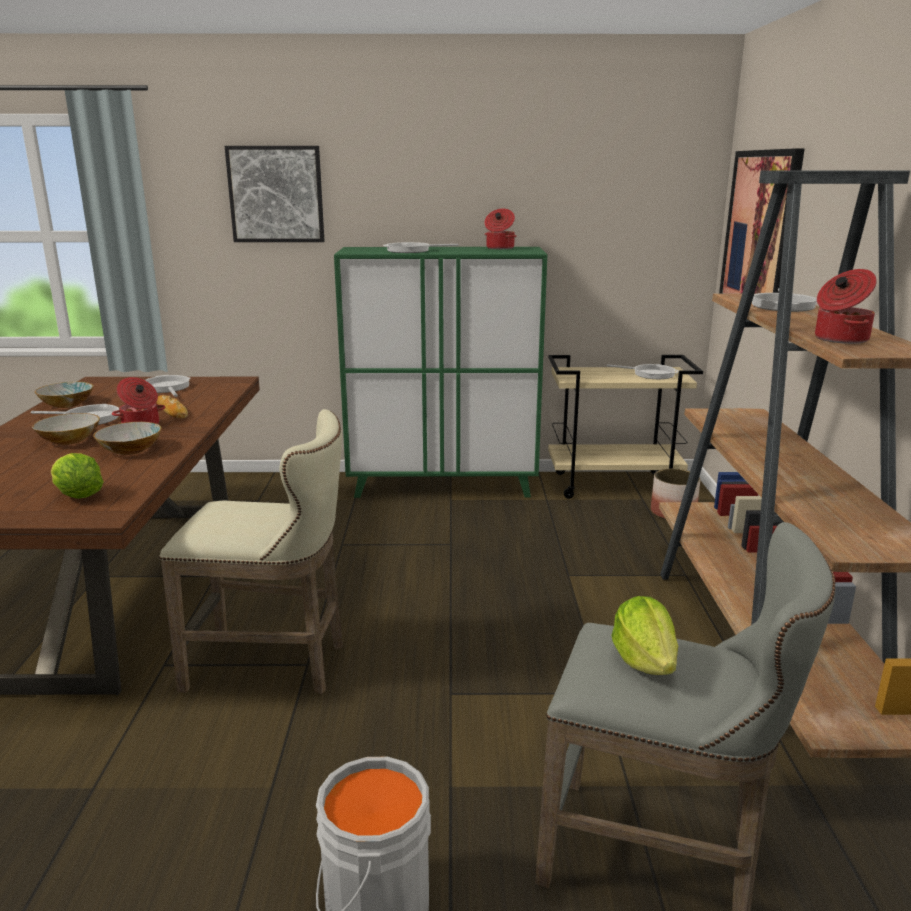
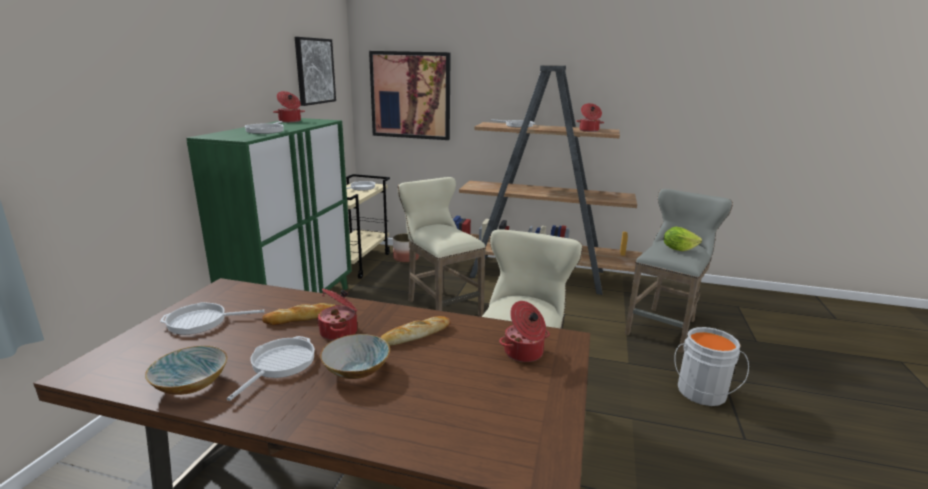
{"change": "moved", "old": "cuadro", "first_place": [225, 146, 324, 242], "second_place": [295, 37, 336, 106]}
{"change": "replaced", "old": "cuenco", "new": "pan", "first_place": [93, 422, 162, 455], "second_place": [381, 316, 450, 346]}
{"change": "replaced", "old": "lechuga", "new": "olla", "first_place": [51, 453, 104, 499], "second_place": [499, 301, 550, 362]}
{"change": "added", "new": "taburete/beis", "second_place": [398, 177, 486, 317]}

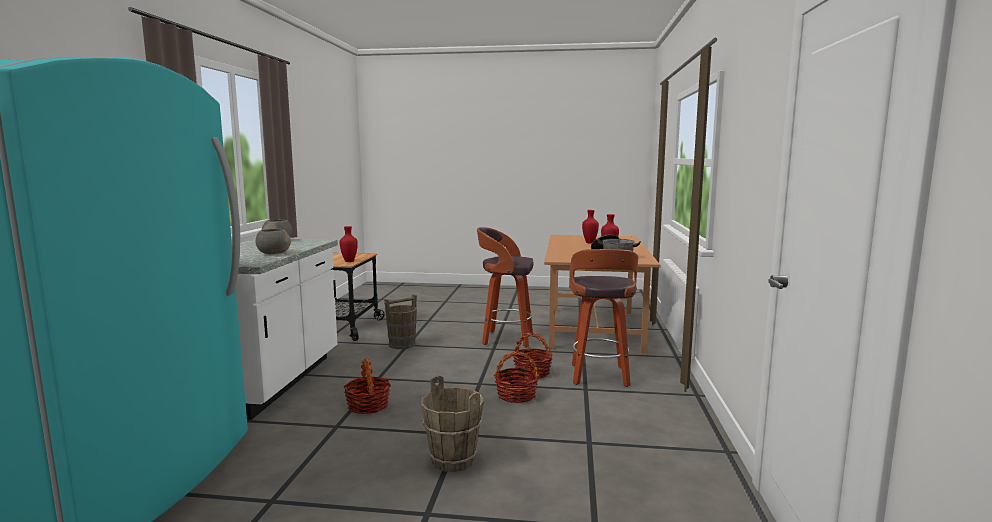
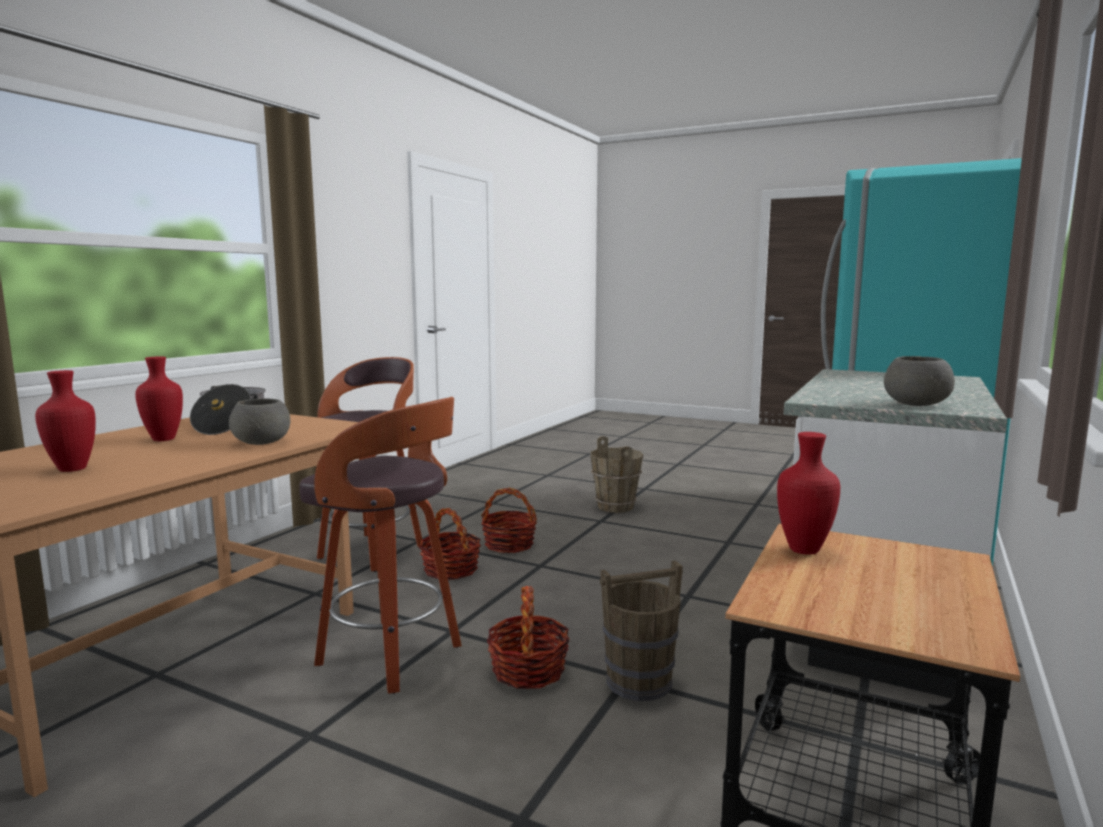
{"change": "moved", "old": "cuenco/gris", "first_place": [255, 229, 291, 254], "second_place": [229, 399, 290, 445]}
{"change": "moved", "old": "cesta", "first_place": [344, 359, 391, 414], "second_place": [487, 586, 570, 689]}

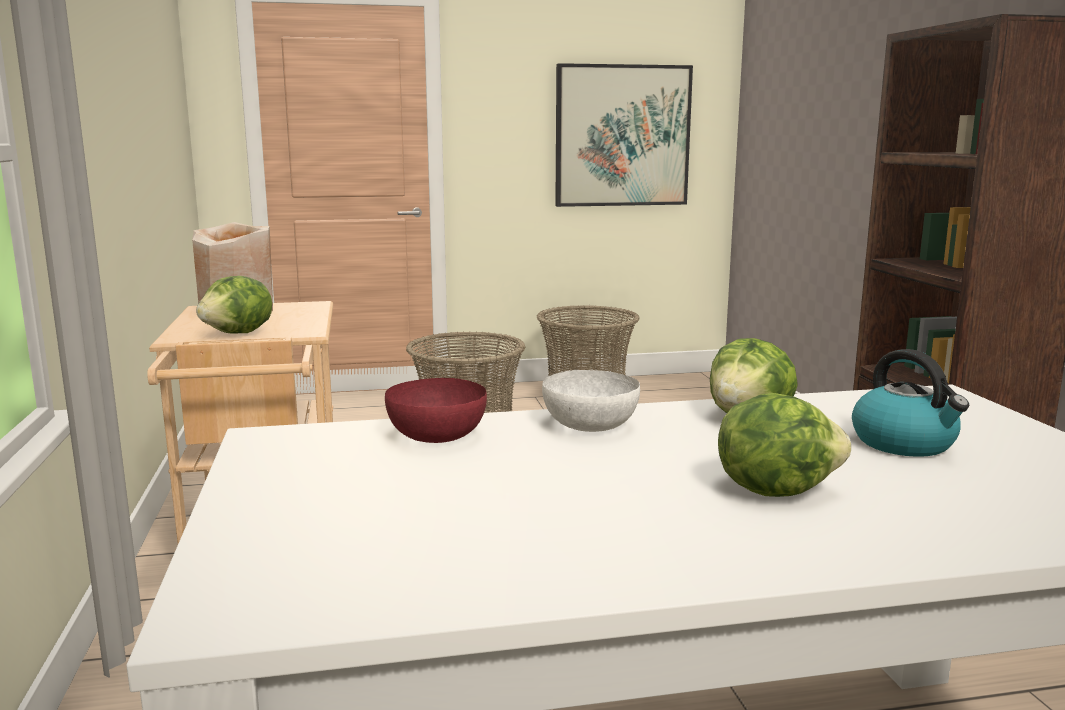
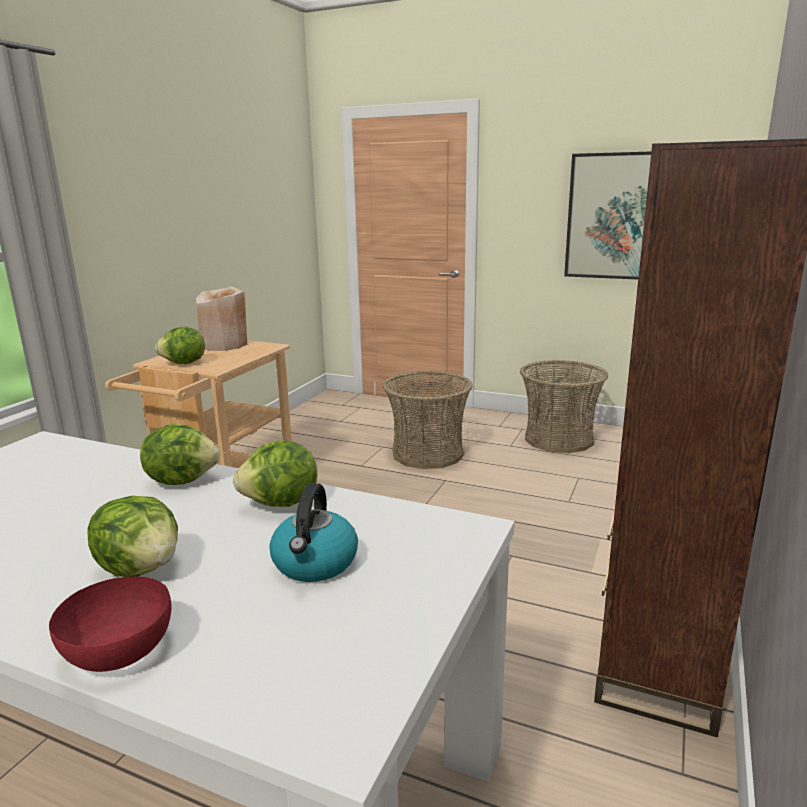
{"change": "replaced", "old": "cuenco/blanco", "new": "lechuga", "first_place": [542, 370, 640, 432], "second_place": [140, 424, 220, 485]}
{"change": "moved", "old": "cuenco/rojo", "first_place": [385, 378, 487, 443], "second_place": [49, 577, 172, 672]}

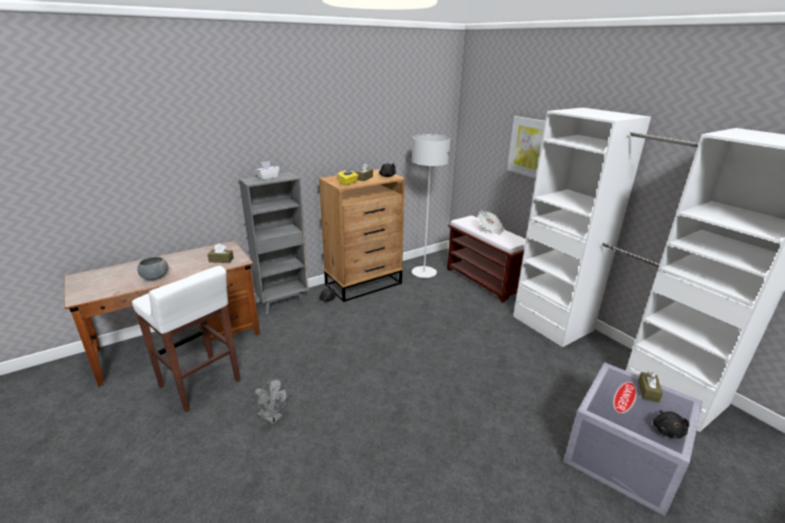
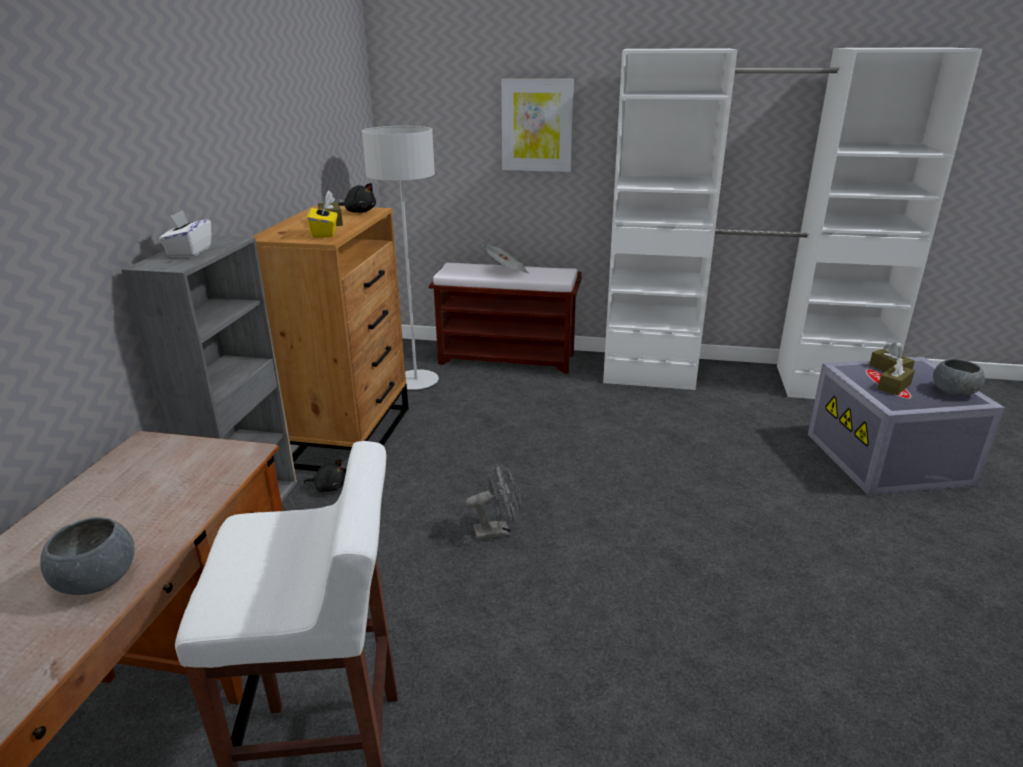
{"change": "moved", "old": "caja de pañuelos/marrón", "first_place": [207, 244, 234, 263], "second_place": [878, 358, 915, 395]}
{"change": "moved", "old": "ventilador/gris", "first_place": [255, 378, 288, 424], "second_place": [466, 464, 521, 540]}
{"change": "replaced", "old": "peluche/negro", "new": "cuenco/gris", "first_place": [653, 410, 689, 438], "second_place": [933, 359, 985, 396]}

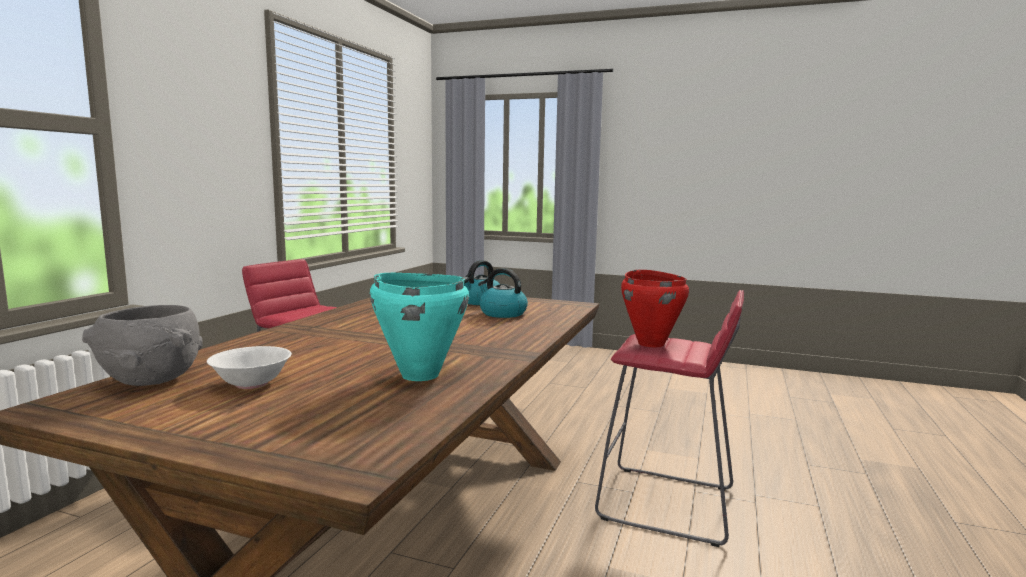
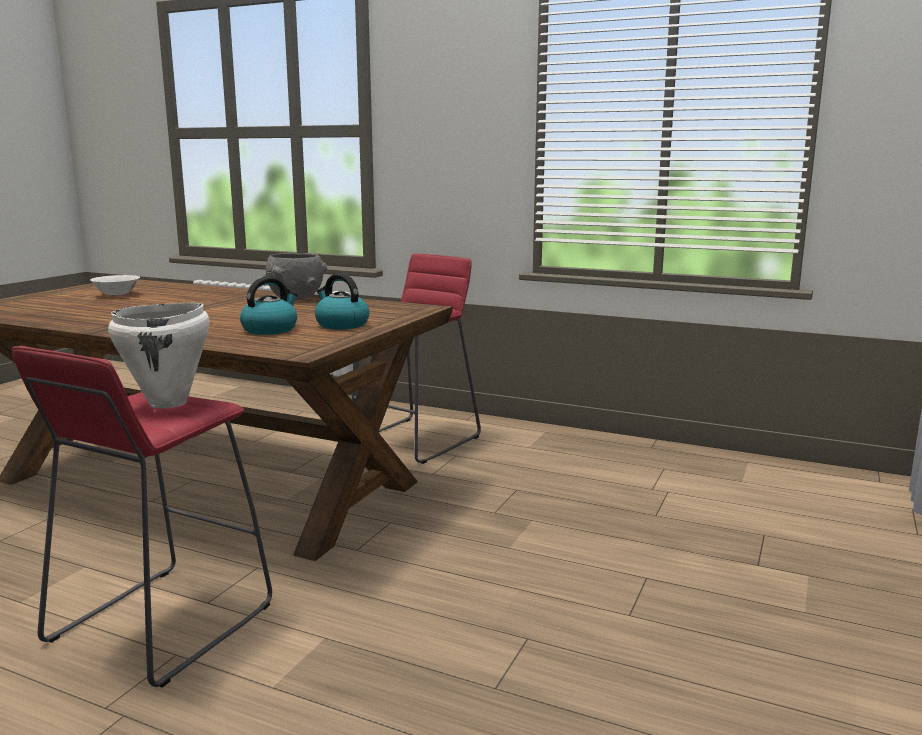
{"change": "recoloured", "old": "olla/rojo", "new": "olla/blanco", "first_place": [621, 269, 689, 347], "second_place": [108, 302, 209, 408]}
{"change": "removed", "old": "olla/turquesa", "first_place": [370, 273, 469, 381]}
{"change": "moved", "old": "cuenco/gris", "first_place": [82, 305, 203, 386], "second_place": [263, 253, 327, 300]}

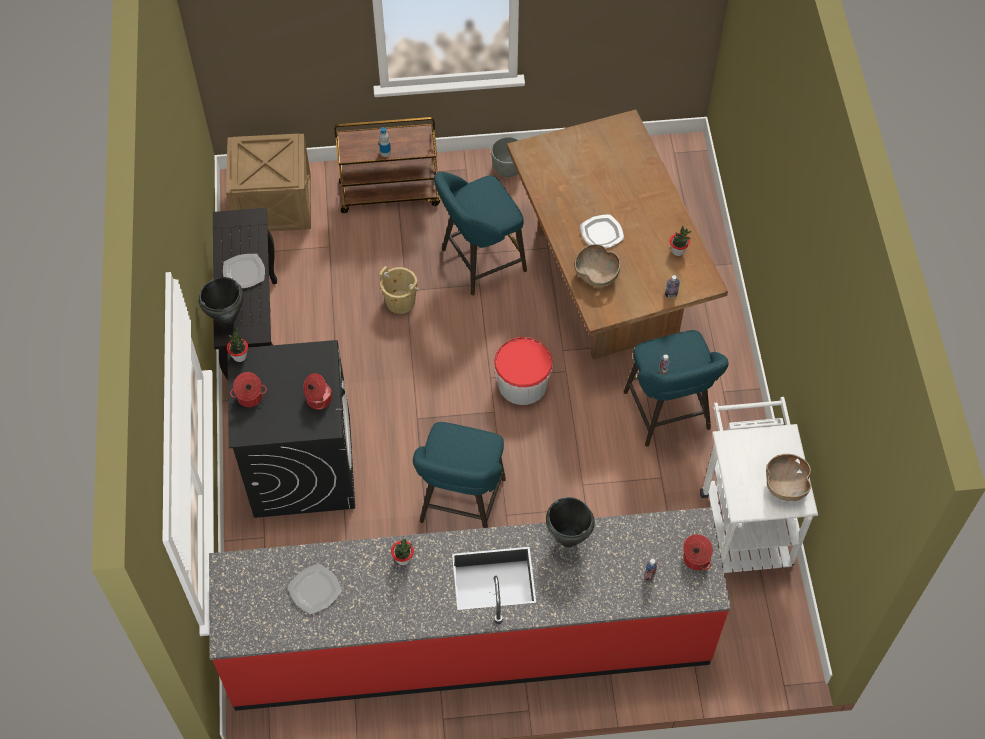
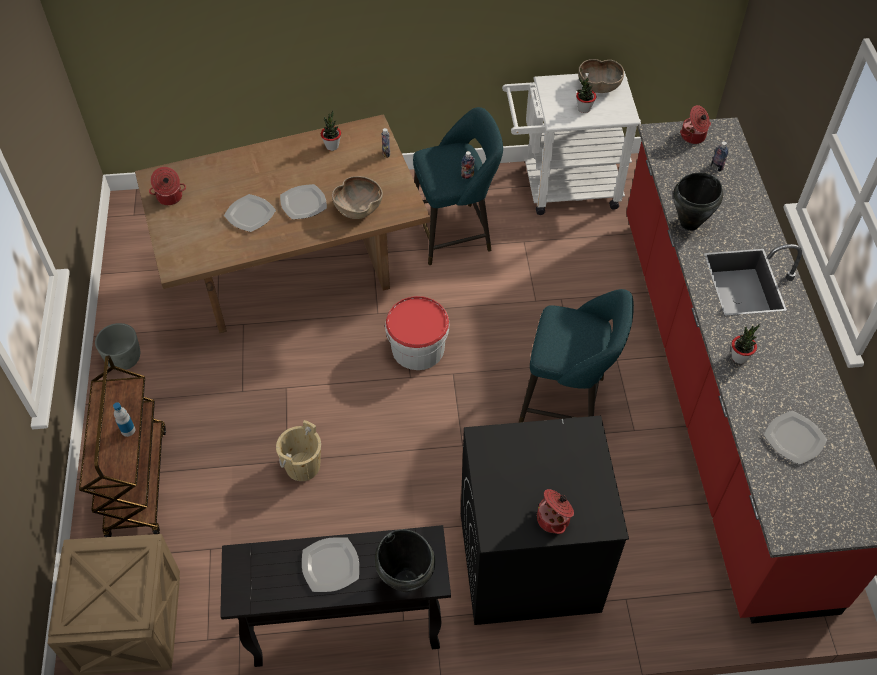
{"change": "removed", "old": "taburete/turquesa", "first_place": [434, 172, 527, 296]}
{"change": "moved", "old": "planta en maceta", "first_place": [227, 327, 248, 362], "second_place": [576, 77, 596, 113]}
{"change": "moved", "old": "olla", "first_place": [304, 373, 332, 410], "second_place": [149, 167, 186, 205]}
{"change": "added", "new": "plato", "second_place": [224, 194, 276, 232]}

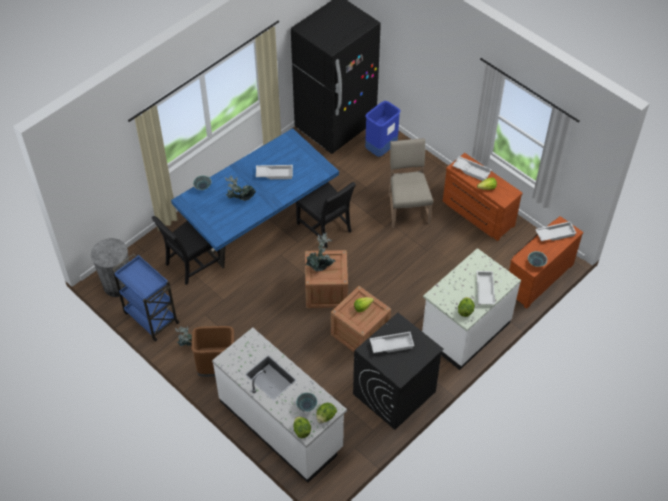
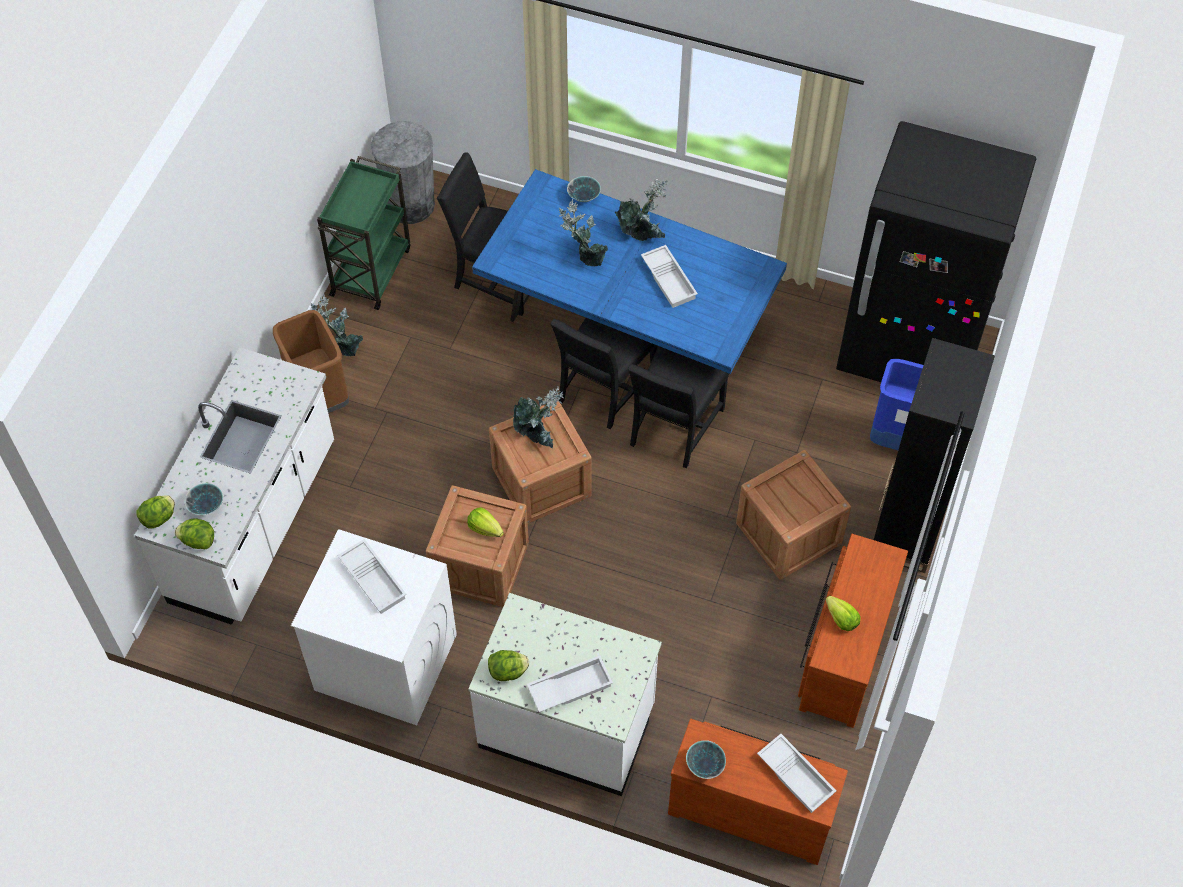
{"change": "replaced", "old": "silla/beis", "new": "caja de embalaje", "first_place": [389, 138, 433, 228], "second_place": [736, 450, 851, 580]}
{"change": "removed", "old": "bandeja/blanco", "first_place": [453, 156, 492, 181]}
{"change": "recoloured", "old": "carrito/azul", "new": "carrito/verde", "first_place": [112, 254, 180, 341], "second_place": [317, 156, 410, 310]}
{"change": "recoloured", "old": "lavadora/negro", "new": "lavadora/blanco", "first_place": [353, 313, 444, 430], "second_place": [291, 529, 457, 725]}
{"change": "added", "new": "planta en maceta", "second_place": [615, 177, 668, 241]}
{"change": "added", "new": "silla/negro", "second_place": [550, 318, 658, 429]}
{"change": "added", "new": "estantería/negro", "second_place": [874, 338, 995, 573]}

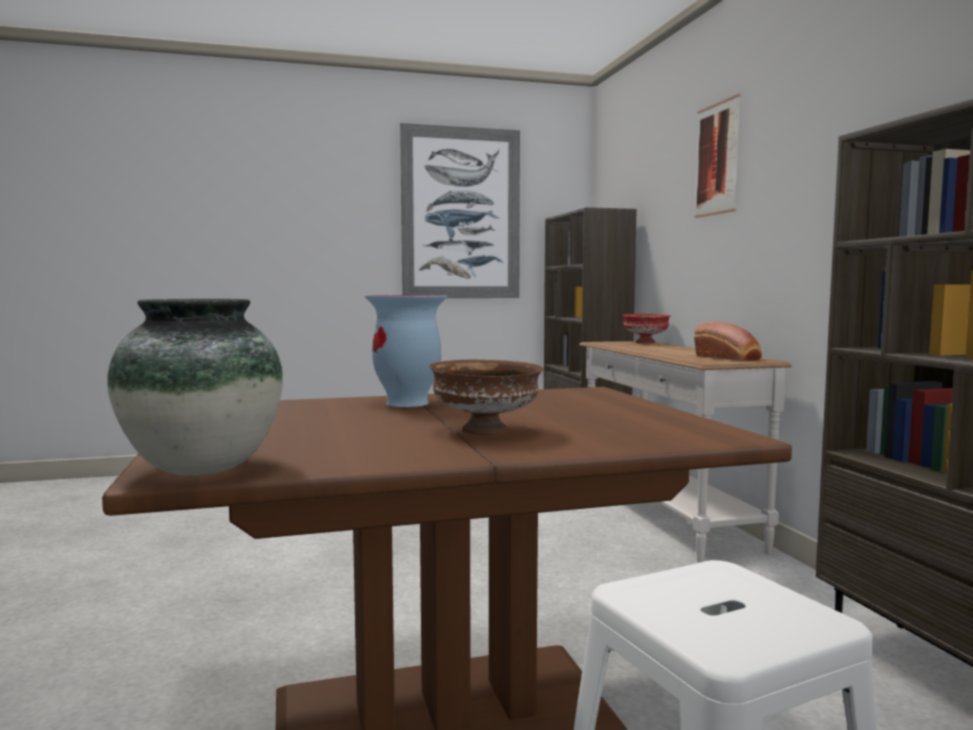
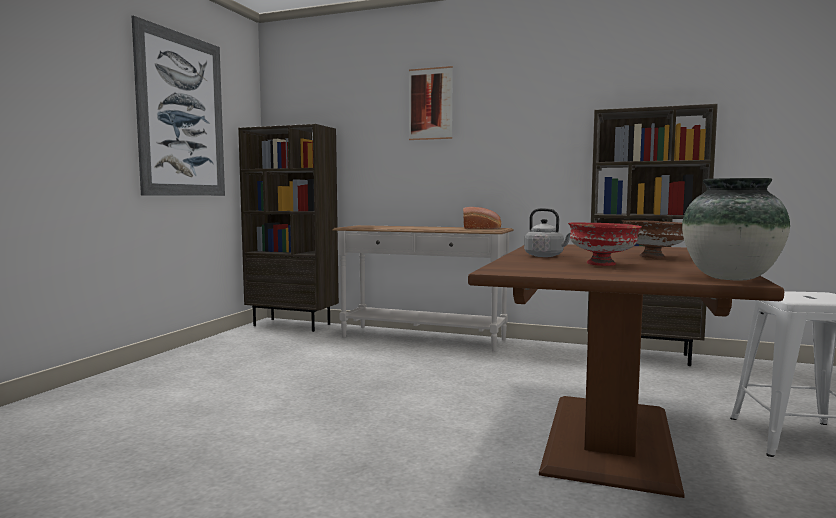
{"change": "replaced", "old": "florero", "new": "hervidor/gris", "first_place": [364, 295, 447, 407], "second_place": [524, 208, 571, 257]}
{"change": "moved", "old": "cuenco/rojo", "first_place": [622, 314, 670, 343], "second_place": [568, 222, 642, 266]}

